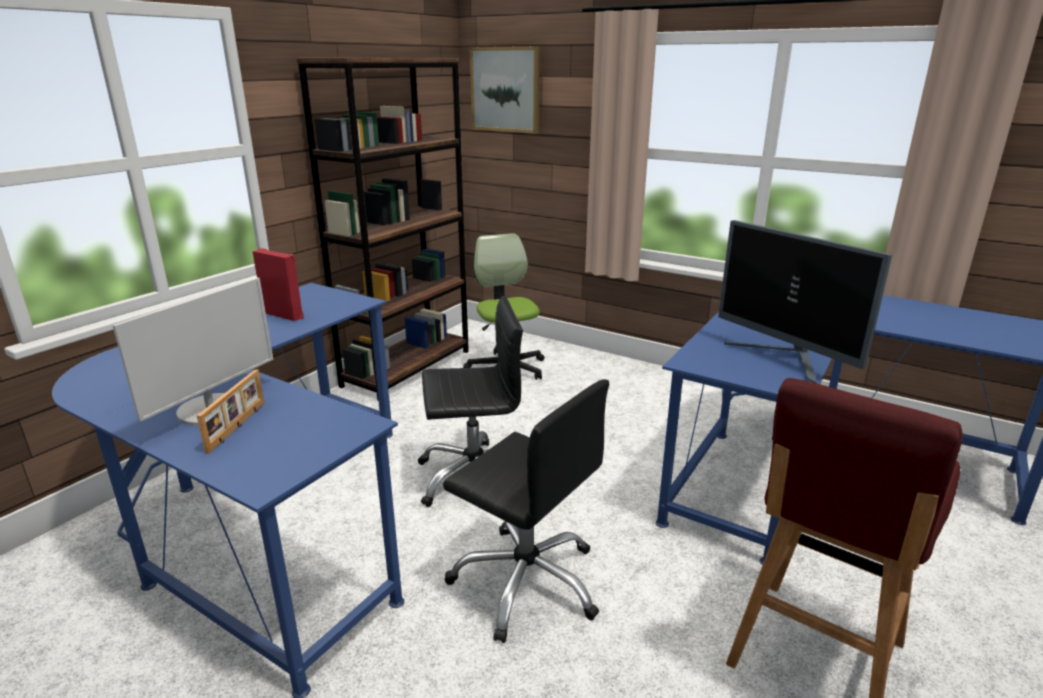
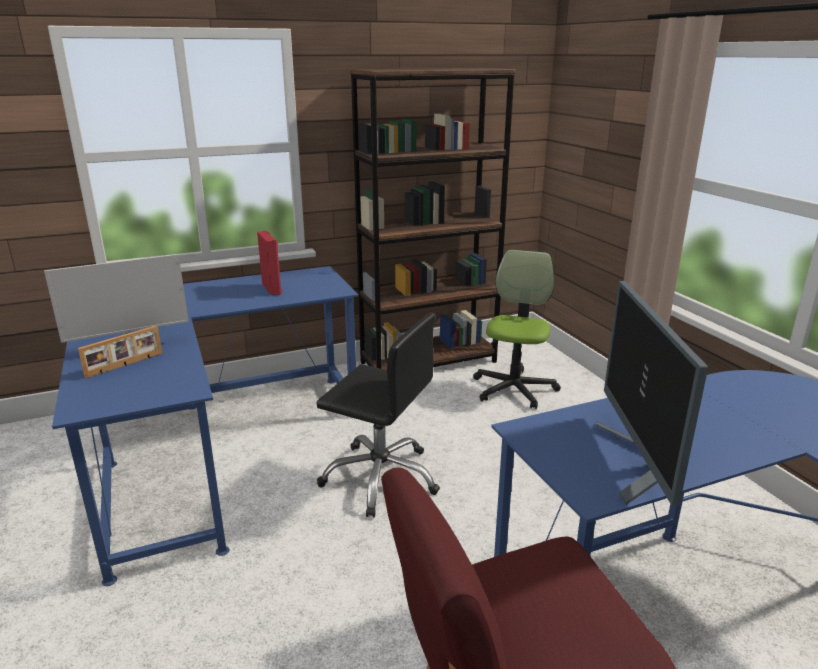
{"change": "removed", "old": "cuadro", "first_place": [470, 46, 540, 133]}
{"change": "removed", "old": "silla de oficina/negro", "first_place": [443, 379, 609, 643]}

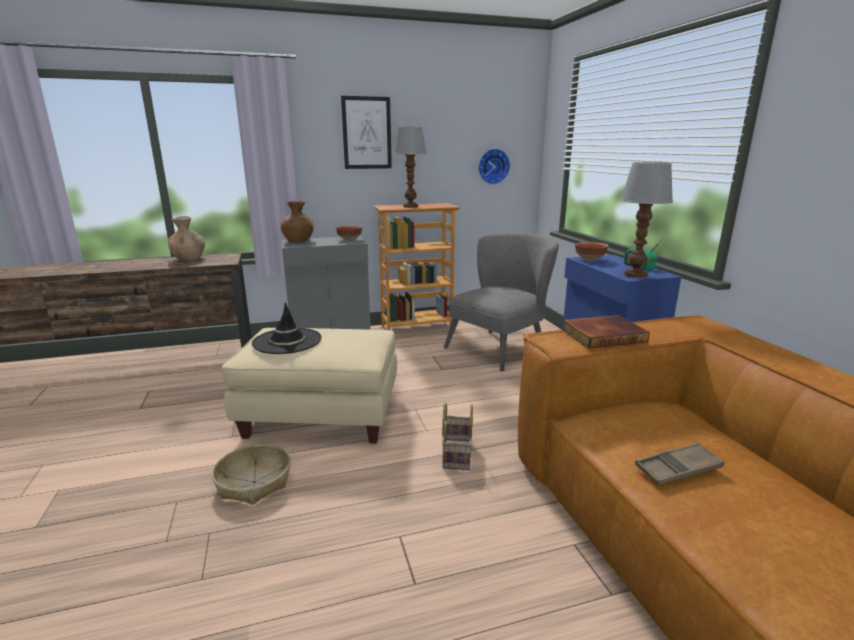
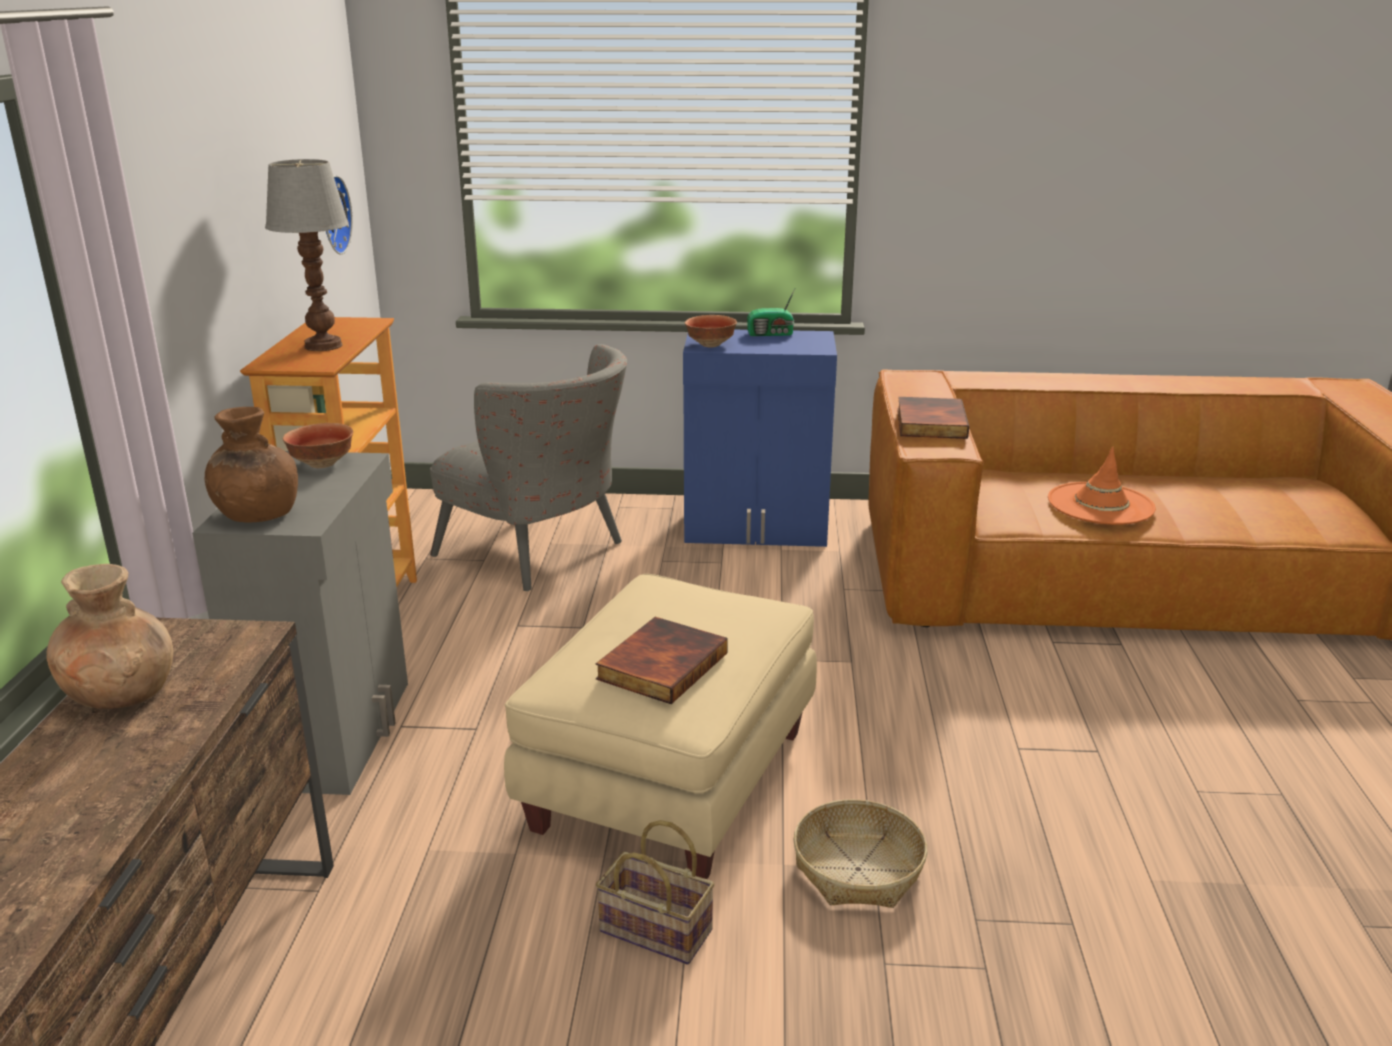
{"change": "removed", "old": "cuadro", "first_place": [341, 96, 392, 169]}
{"change": "removed", "old": "lámpara de mesa", "first_place": [620, 162, 673, 278]}
{"change": "turned", "old": "sillón/gris", "first_place": [444, 233, 559, 372], "second_place": [430, 344, 627, 591], "degrees": 150}
{"change": "replaced", "old": "sombrero/negro", "new": "libro", "first_place": [252, 302, 322, 354], "second_place": [595, 617, 728, 704]}
{"change": "moved", "old": "cesta", "first_place": [442, 403, 473, 470], "second_place": [596, 820, 715, 965]}
{"change": "replaced", "old": "bandeja/marrón", "new": "sombrero/naranja", "first_place": [635, 442, 725, 485], "second_place": [1048, 447, 1156, 525]}

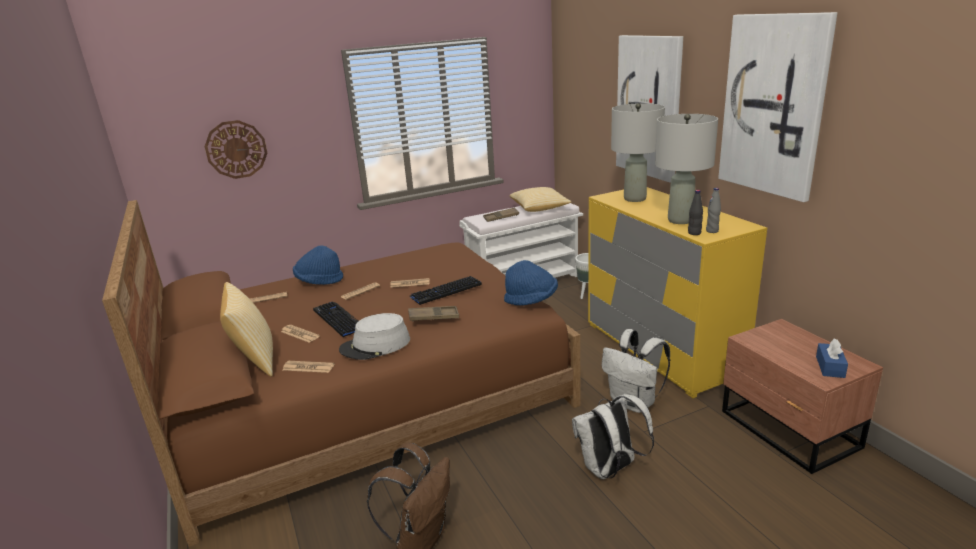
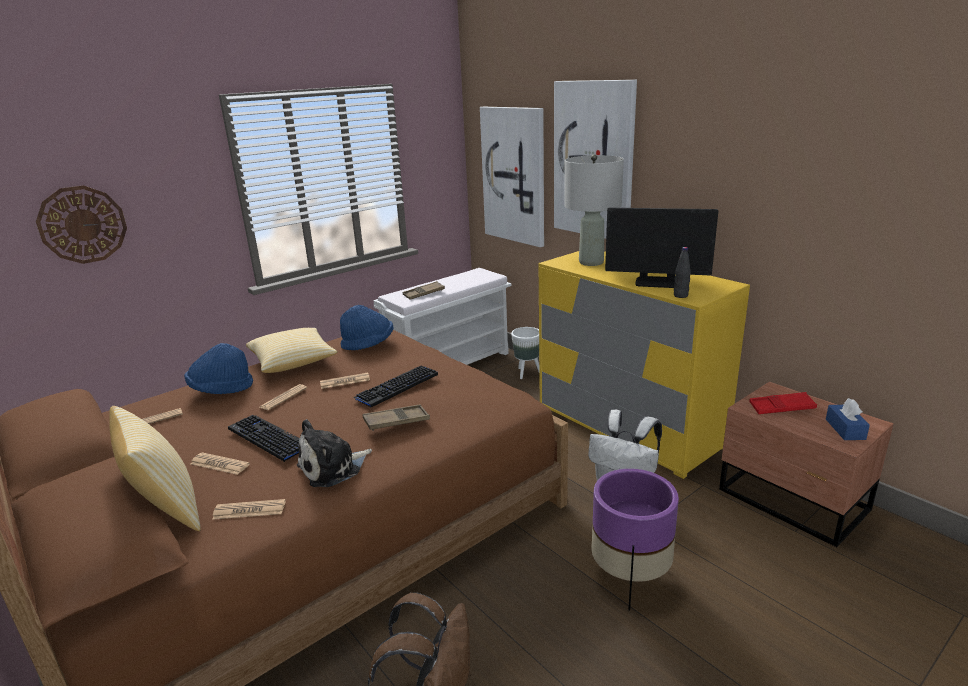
{"change": "moved", "old": "cuadro", "first_place": [718, 12, 837, 202], "second_place": [480, 107, 544, 247]}
{"change": "replaced", "old": "lámpara de mesa/gris", "new": "monitor", "first_place": [655, 114, 718, 224], "second_place": [605, 208, 718, 288]}
{"change": "moved", "old": "cojín", "first_place": [510, 187, 571, 212], "second_place": [246, 328, 338, 373]}
{"change": "removed", "old": "botella/gris", "first_place": [706, 188, 721, 233]}
{"change": "moved", "old": "sombrero/azul", "first_place": [504, 260, 558, 306], "second_place": [340, 305, 393, 350]}
{"change": "replaced", "old": "sombrero/gris", "new": "peluche", "first_place": [339, 313, 410, 360], "second_place": [297, 419, 372, 487]}
{"change": "replaced", "old": "mochila/blanco", "new": "maceta/morado", "first_place": [572, 394, 654, 479], "second_place": [591, 469, 679, 611]}
{"change": "added", "new": "bandeja/rojo", "second_place": [749, 392, 817, 414]}

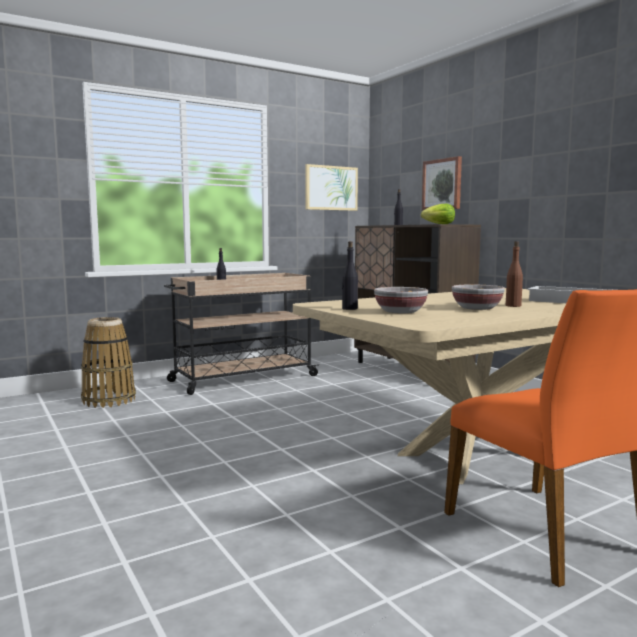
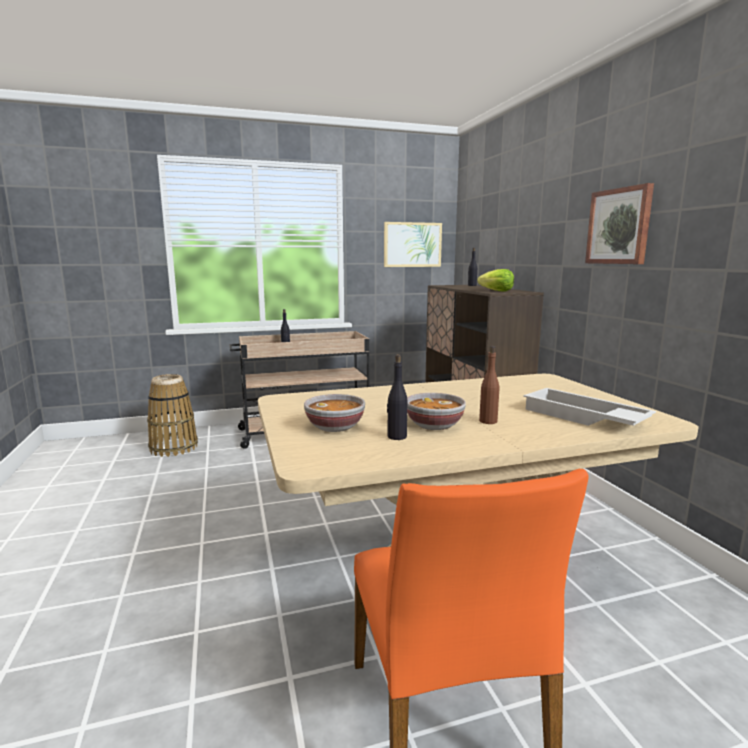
{"change": "moved", "old": "cuadro", "first_place": [422, 156, 462, 210], "second_place": [585, 183, 654, 264]}
{"change": "moved", "old": "botella/negro", "first_place": [342, 241, 358, 310], "second_place": [387, 354, 407, 440]}

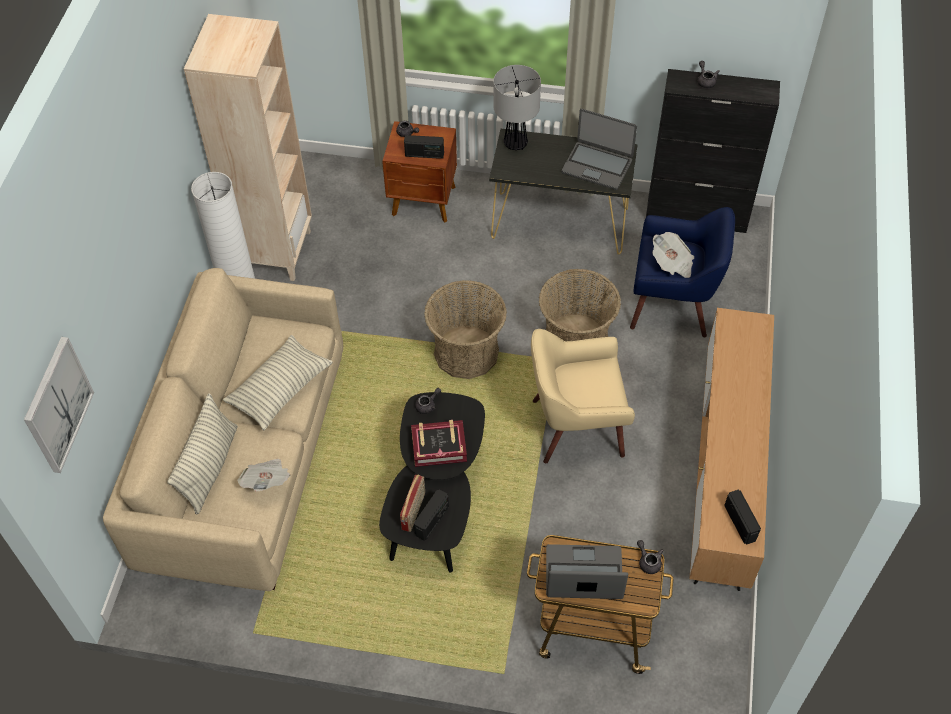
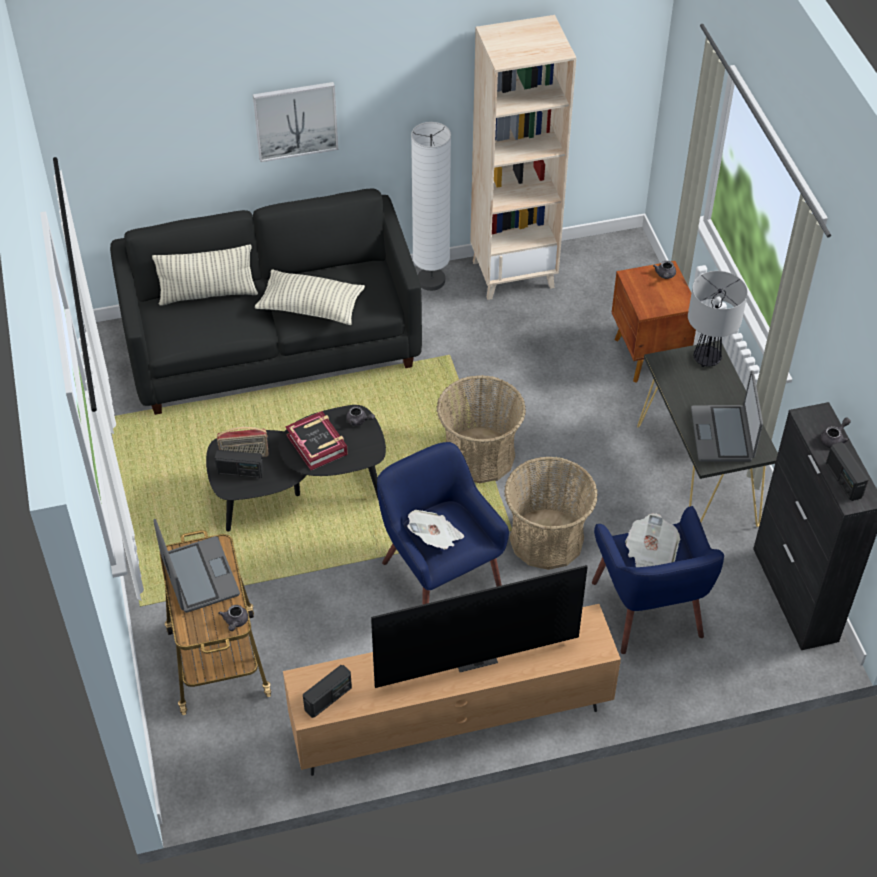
{"change": "moved", "old": "radio", "first_place": [404, 135, 444, 159], "second_place": [826, 442, 868, 501]}
{"change": "recoloured", "old": "sofá/beis", "new": "sofá/negro", "first_place": [103, 268, 343, 591], "second_place": [110, 189, 422, 415]}
{"change": "recoloured", "old": "sillón/beis", "new": "sillón/azul", "first_place": [531, 329, 635, 463], "second_place": [377, 442, 509, 605]}
{"change": "moved", "old": "cuadro", "first_place": [24, 337, 94, 473], "second_place": [253, 82, 338, 162]}
{"change": "moved", "old": "periódico", "first_place": [238, 459, 291, 492], "second_place": [407, 510, 464, 549]}
{"change": "turned", "old": "tetera/gris", "first_place": [637, 540, 663, 574], "second_place": [218, 605, 248, 631], "degrees": 150}
{"change": "added", "new": "televisor", "second_place": [371, 565, 588, 688]}

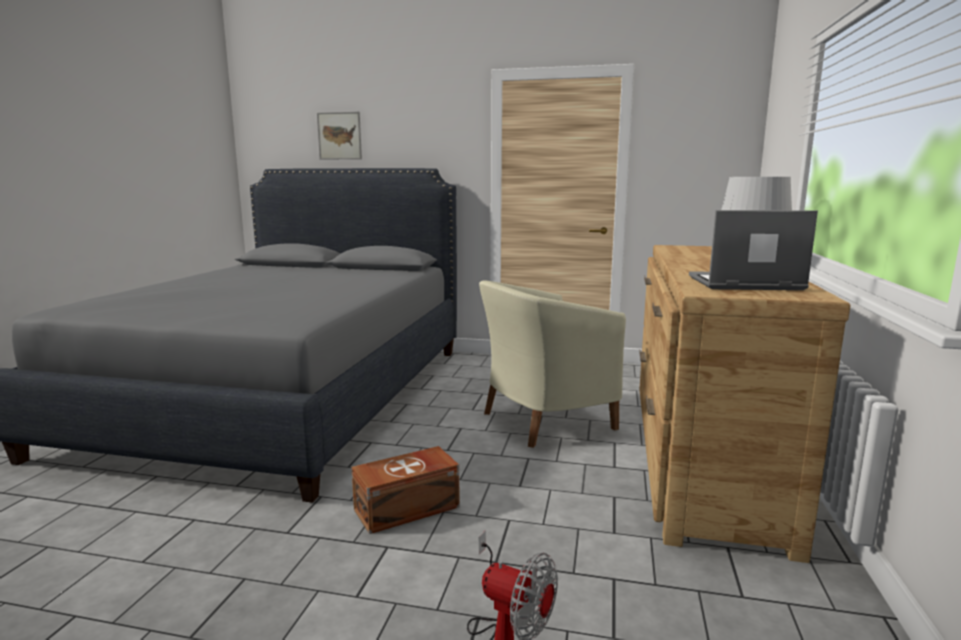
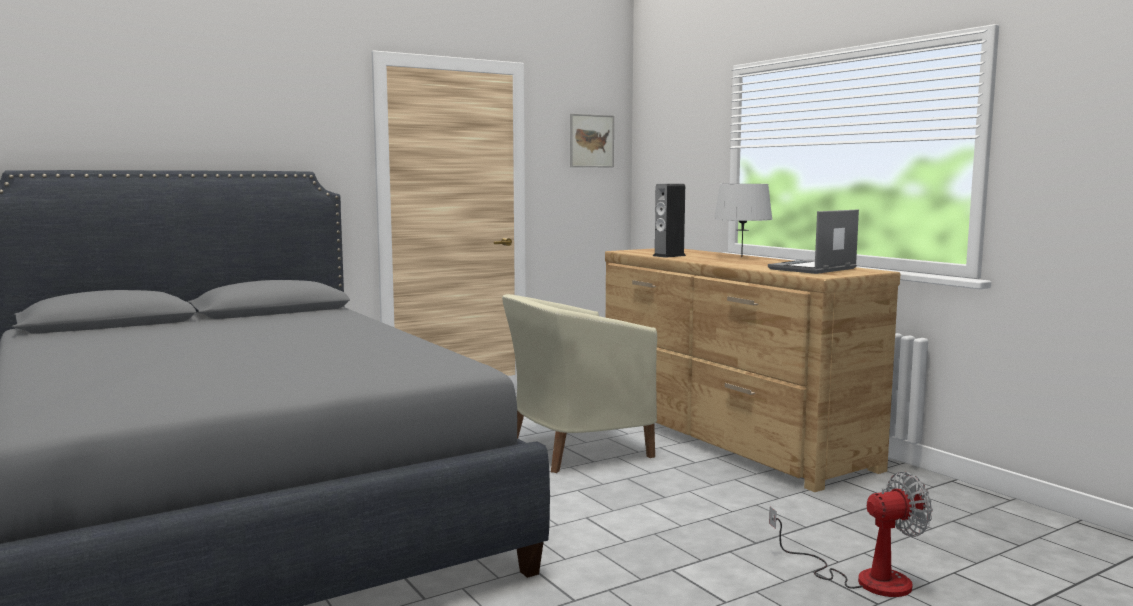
{"change": "moved", "old": "cuadro", "first_place": [317, 112, 362, 160], "second_place": [570, 114, 614, 167]}
{"change": "turned", "old": "sillón/beis", "first_place": [479, 281, 626, 448], "second_place": [502, 294, 657, 473], "degrees": 45}
{"change": "removed", "old": "caja de almacenaje/marrón", "first_place": [352, 446, 460, 534]}
{"change": "added", "new": "altavoz", "second_place": [653, 184, 686, 258]}

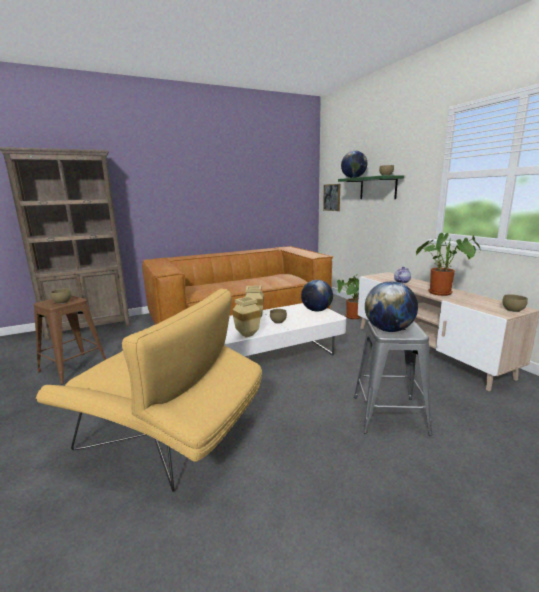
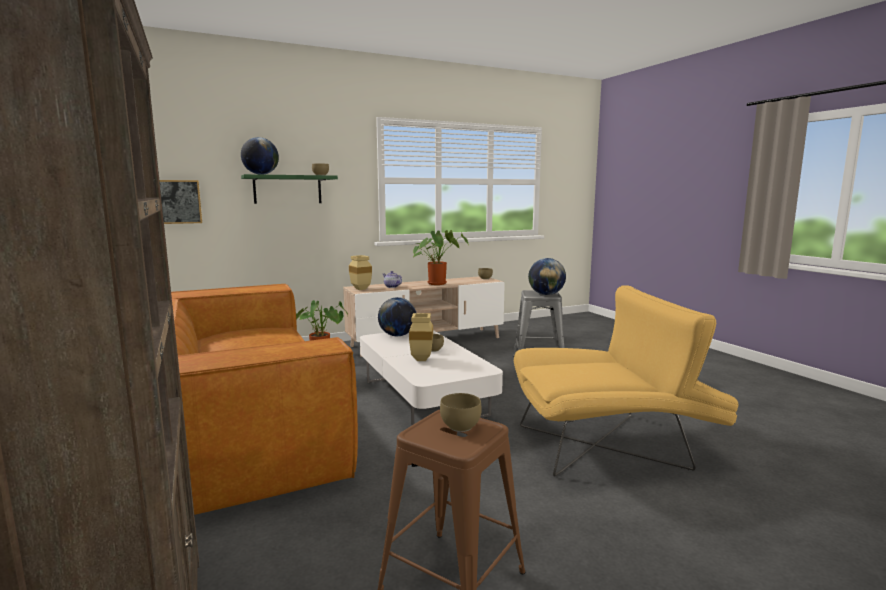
{"change": "turned", "old": "sillón/amarillo", "first_place": [36, 289, 262, 492], "second_place": [514, 285, 739, 477], "degrees": 60}
{"change": "moved", "old": "florero/beis", "first_place": [233, 296, 261, 338], "second_place": [349, 255, 372, 290]}

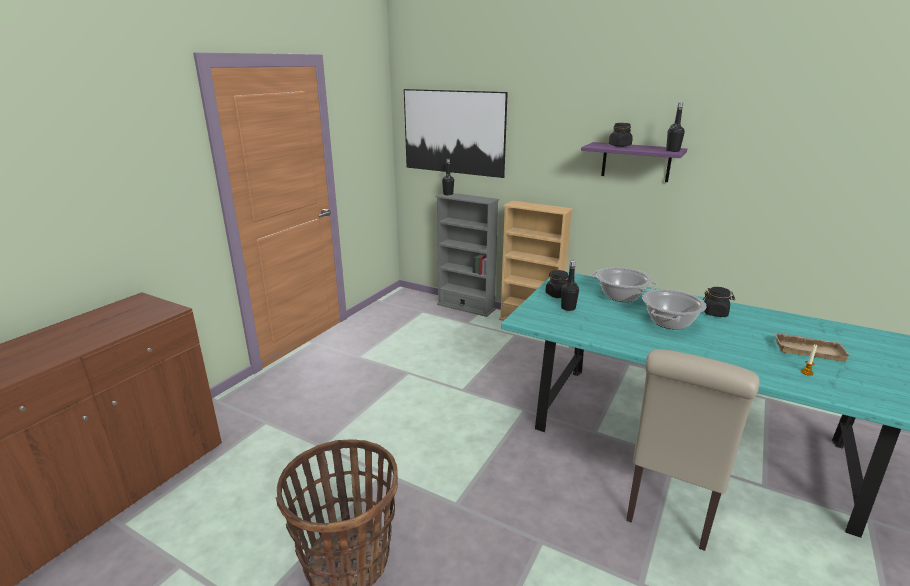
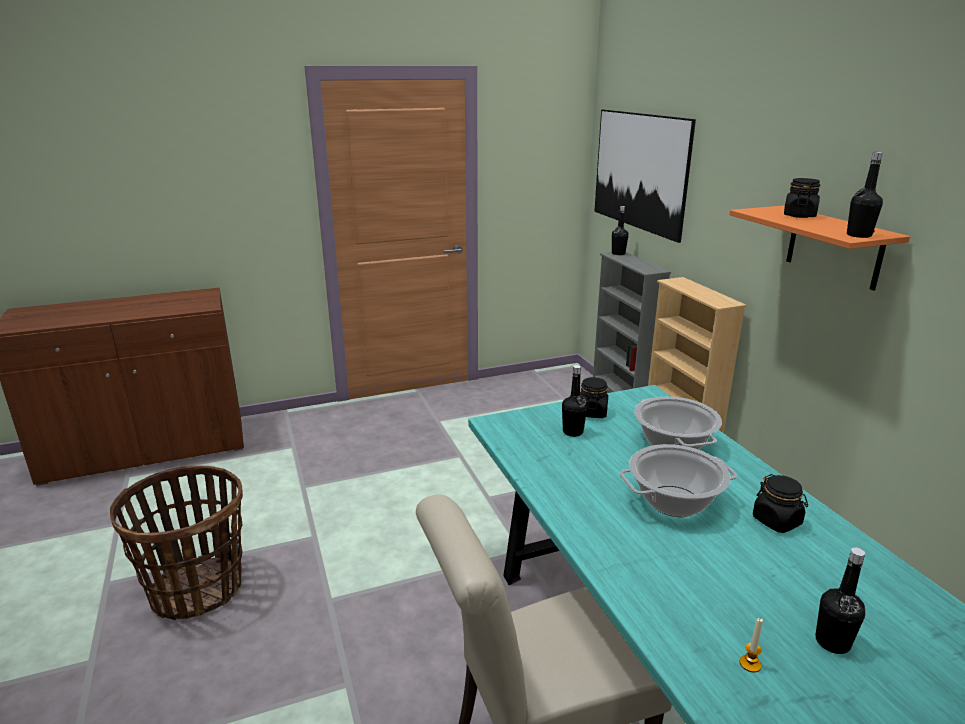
{"change": "recoloured", "old": "estante/morado", "new": "estante/naranja", "first_place": [581, 142, 687, 182], "second_place": [730, 205, 910, 291]}
{"change": "replaced", "old": "bandeja/beis", "new": "botella/negro", "first_place": [774, 332, 851, 362], "second_place": [815, 548, 865, 654]}

